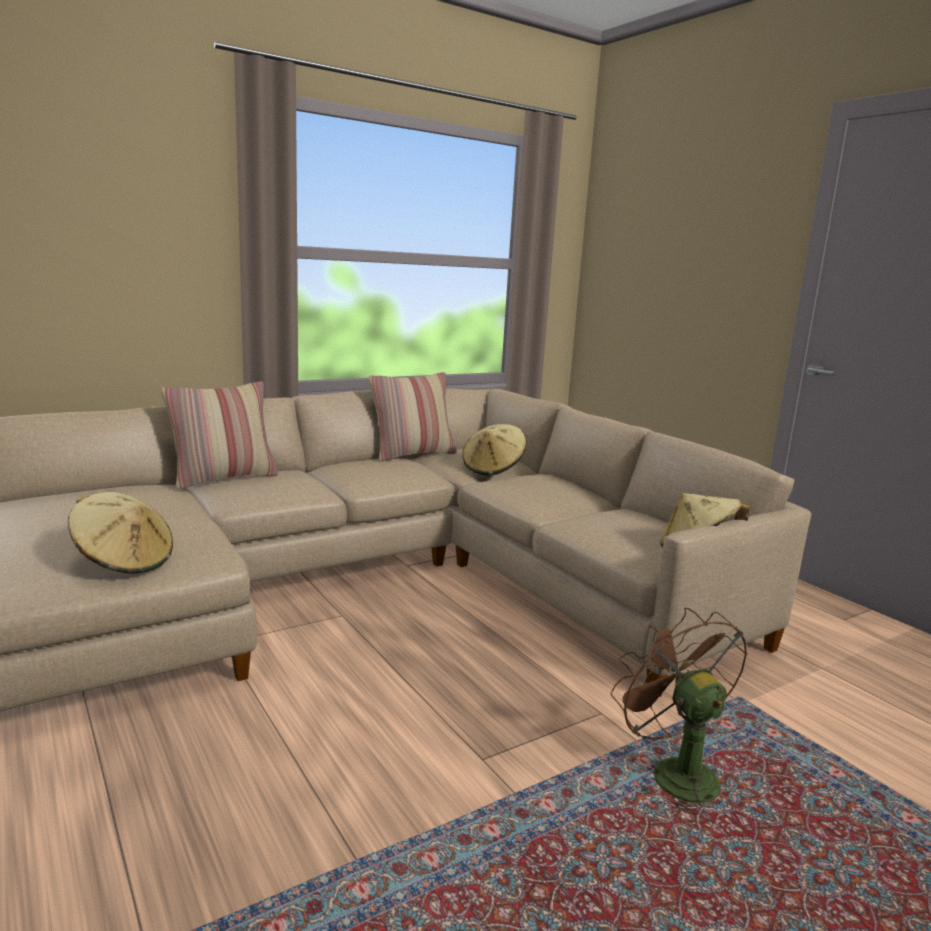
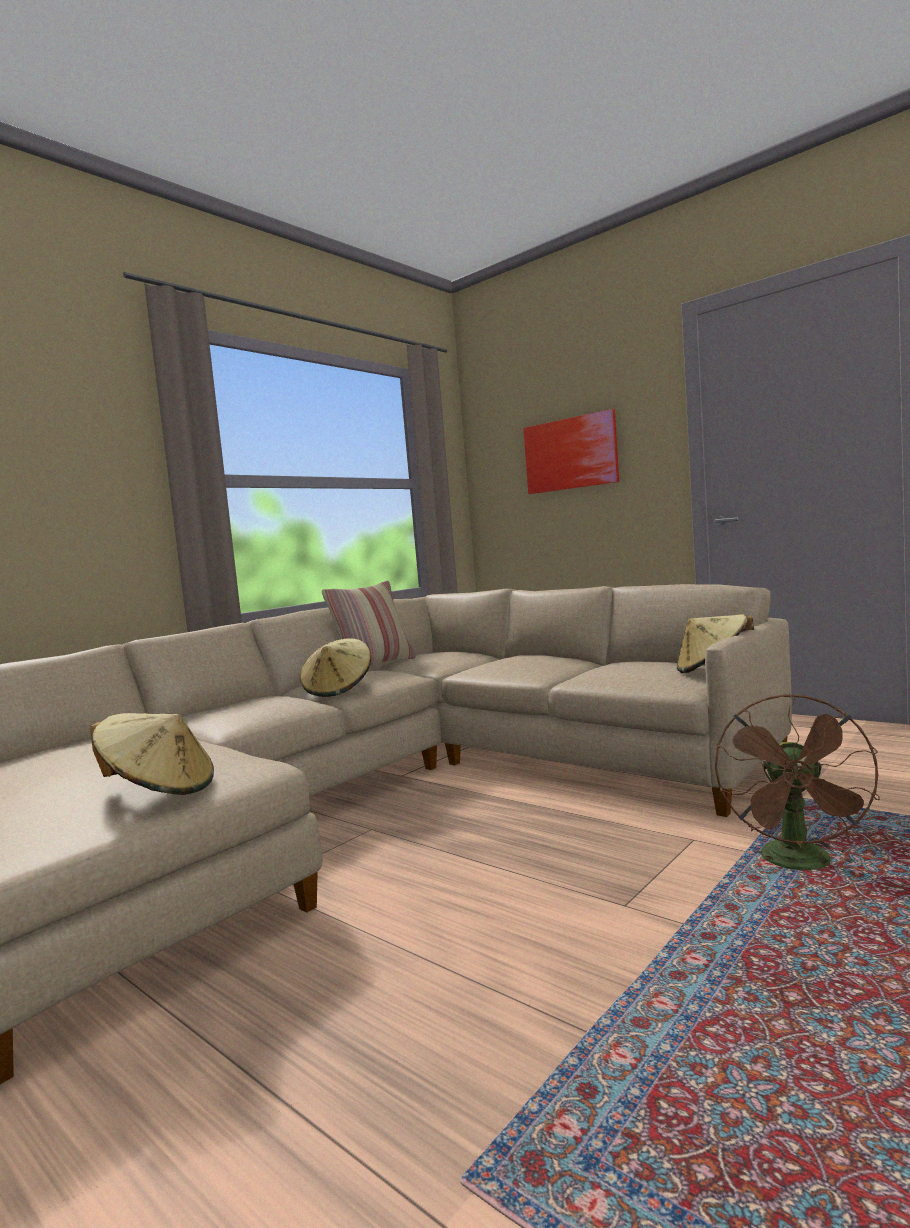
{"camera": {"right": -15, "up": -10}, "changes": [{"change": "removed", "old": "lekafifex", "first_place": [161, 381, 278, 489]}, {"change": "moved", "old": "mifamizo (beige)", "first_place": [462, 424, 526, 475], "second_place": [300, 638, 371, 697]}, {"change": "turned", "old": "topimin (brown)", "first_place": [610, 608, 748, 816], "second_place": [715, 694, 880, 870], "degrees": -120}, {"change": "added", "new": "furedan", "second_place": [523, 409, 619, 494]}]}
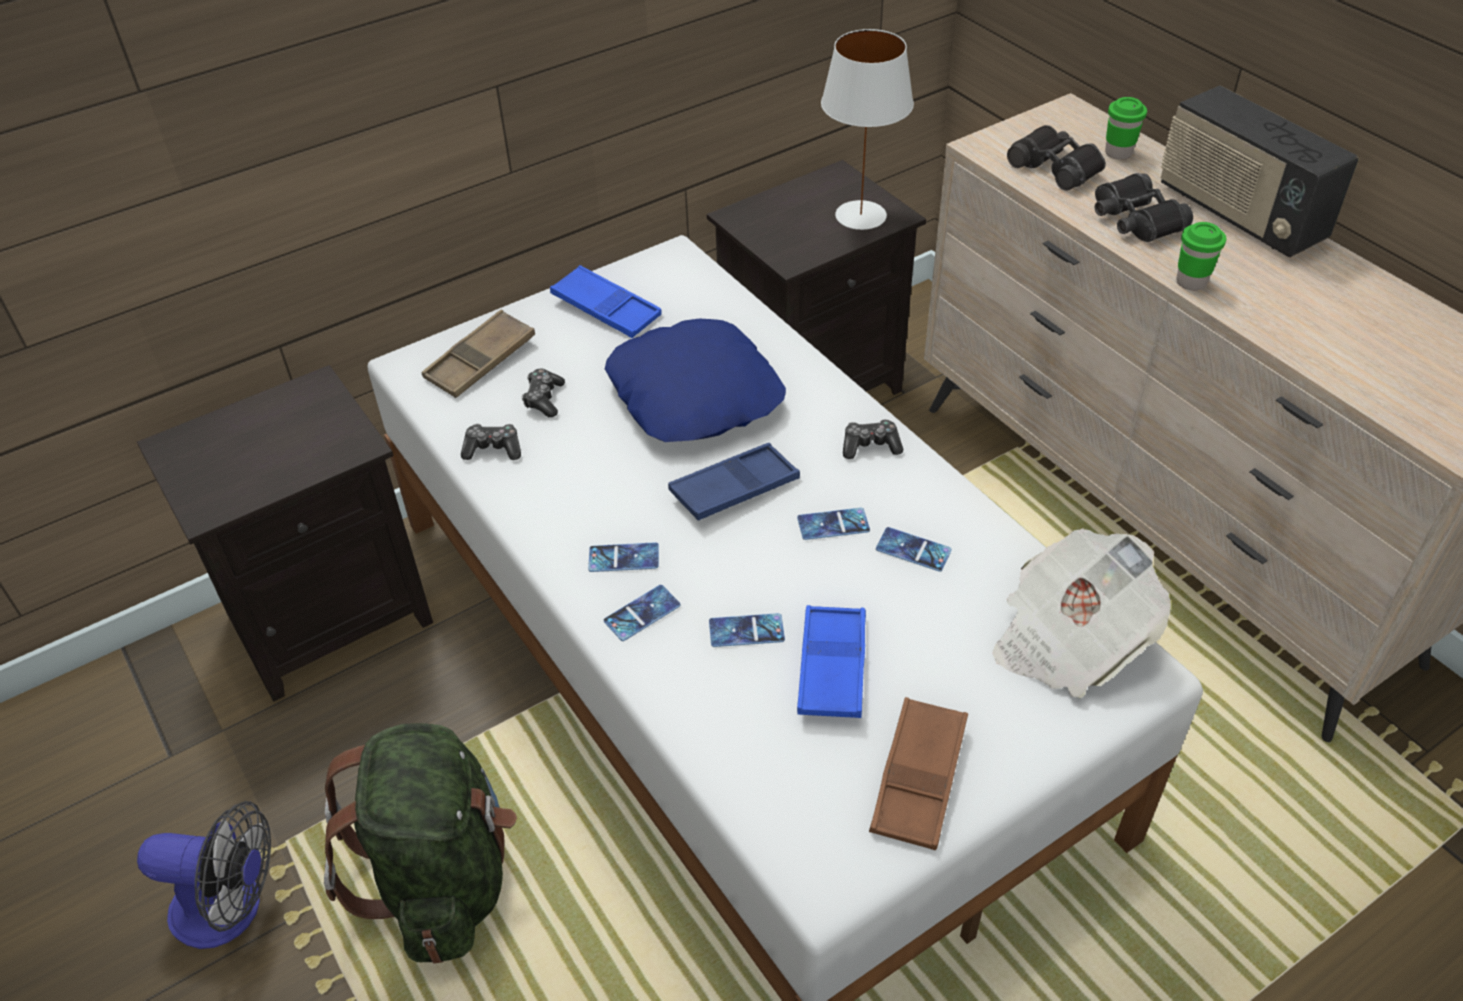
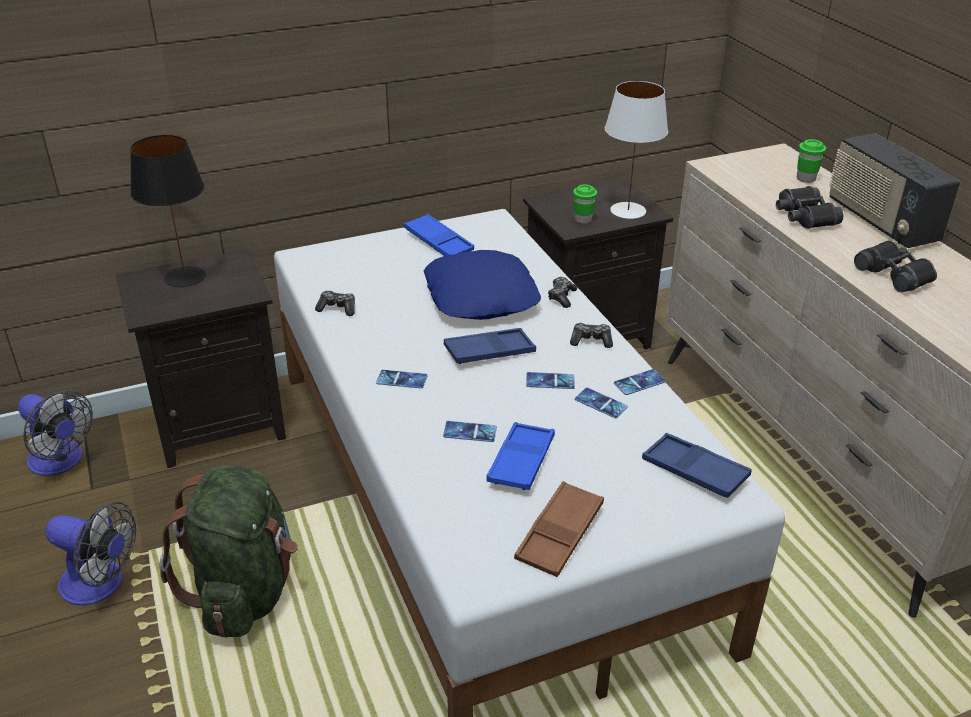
{"camera": {"right": 10, "up": -10}, "changes": [{"change": "removed", "old": "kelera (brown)", "first_place": [422, 310, 535, 398]}, {"change": "moved", "old": "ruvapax", "first_place": [522, 368, 565, 417], "second_place": [548, 277, 577, 308]}, {"change": "moved", "old": "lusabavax", "first_place": [604, 585, 680, 641], "second_place": [614, 369, 666, 395]}, {"change": "replaced", "old": "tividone", "new": "kelera (blue)", "first_place": [993, 528, 1171, 698], "second_place": [642, 433, 751, 498]}, {"change": "moved", "old": "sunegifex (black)", "first_place": [1007, 125, 1106, 191], "second_place": [854, 241, 937, 293]}, {"change": "moved", "old": "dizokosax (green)", "first_place": [1176, 222, 1226, 290], "second_place": [573, 185, 597, 224]}, {"change": "added", "new": "topimin", "second_place": [18, 390, 93, 476]}, {"change": "added", "new": "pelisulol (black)", "second_place": [130, 135, 206, 287]}]}
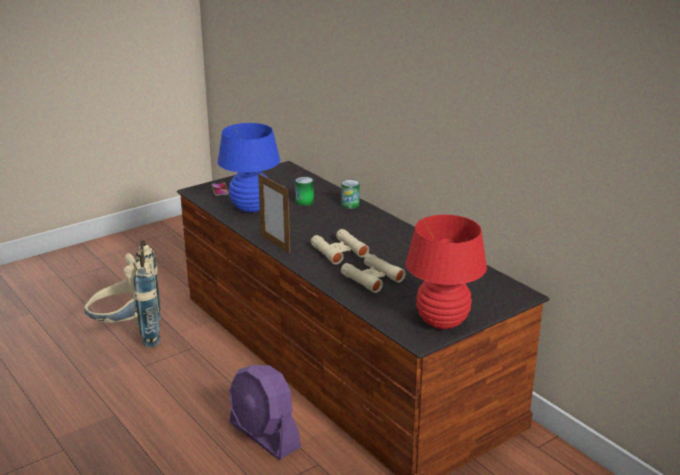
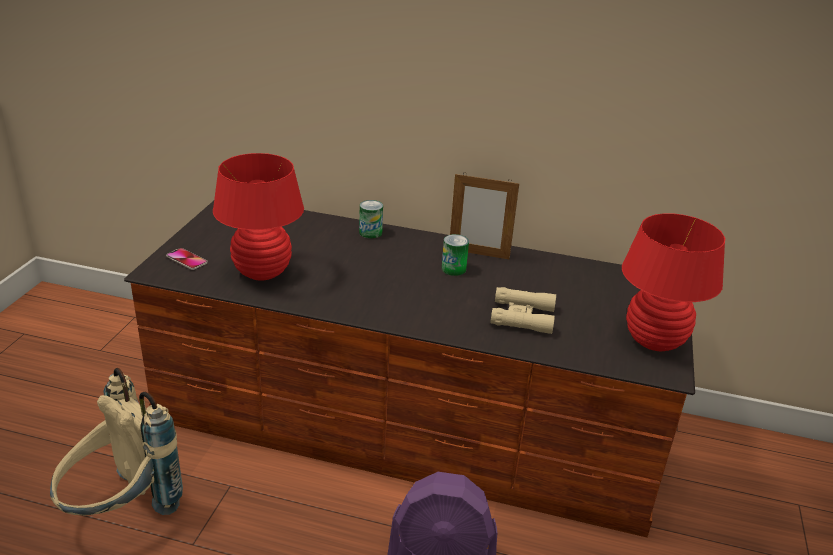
{"camera": {"right": -40, "up": 5}, "changes": [{"change": "recoloured", "old": "pelisulol (blue)", "new": "pelisulol (red)", "first_place": [217, 123, 280, 212], "second_place": [213, 153, 304, 281]}, {"change": "moved", "old": "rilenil", "first_place": [258, 173, 290, 254], "second_place": [450, 172, 519, 259]}, {"change": "moved", "old": "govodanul", "first_place": [295, 177, 314, 206], "second_place": [442, 234, 469, 276]}, {"change": "removed", "old": "sunegifex (beige)", "first_place": [311, 229, 369, 265]}]}
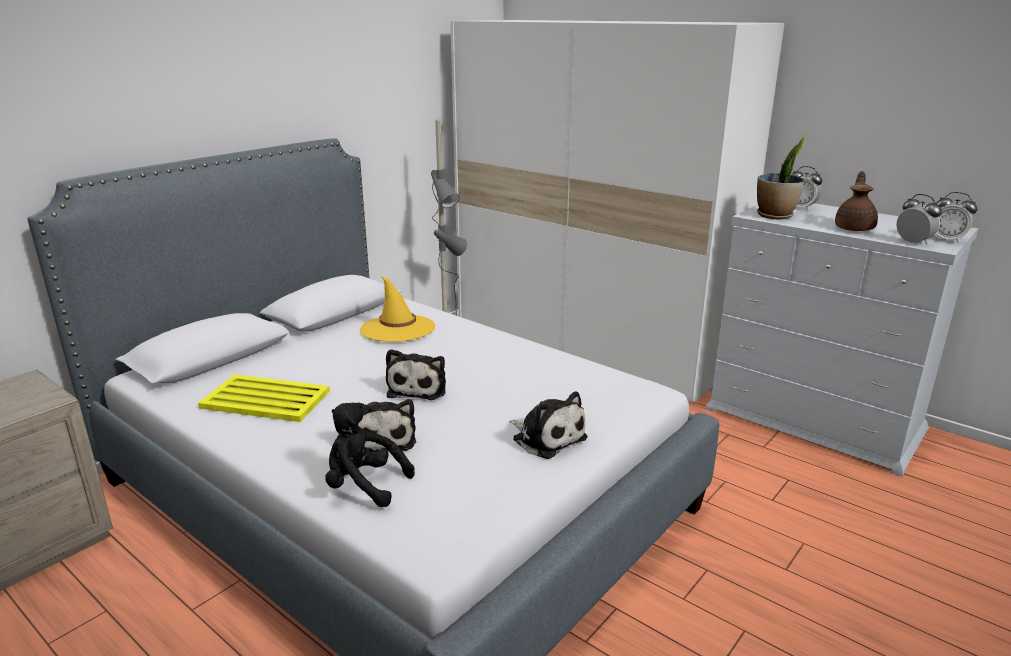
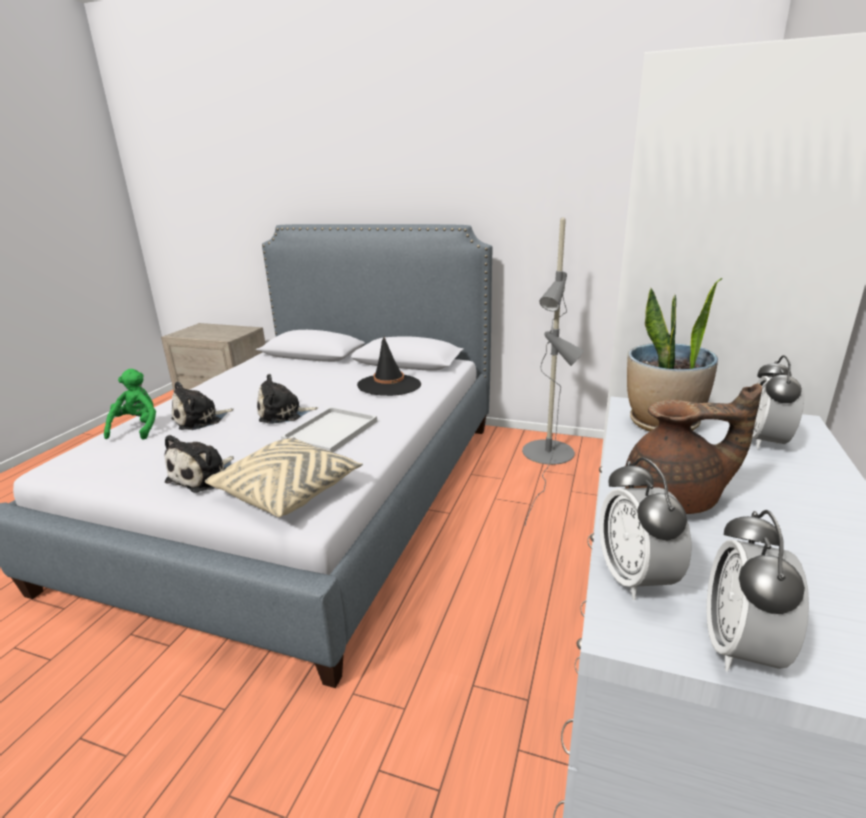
{"camera": {"right": 70, "up": 0}, "changes": [{"change": "removed", "old": "kelera (yellow)", "first_place": [198, 375, 330, 422]}, {"change": "recoloured", "old": "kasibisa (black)", "new": "kasibisa (green)", "first_place": [325, 403, 415, 507], "second_place": [104, 369, 156, 440]}, {"change": "recoloured", "old": "mifamizo (yellow)", "new": "mifamizo (black)", "first_place": [360, 275, 435, 342], "second_place": [357, 336, 421, 396]}, {"change": "turned", "old": "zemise", "first_place": [897, 194, 942, 245], "second_place": [599, 457, 691, 600], "degrees": 135}, {"change": "added", "new": "lekafifex (beige)", "second_place": [205, 437, 363, 517]}, {"change": "added", "new": "kelera (white)", "second_place": [281, 407, 377, 452]}]}
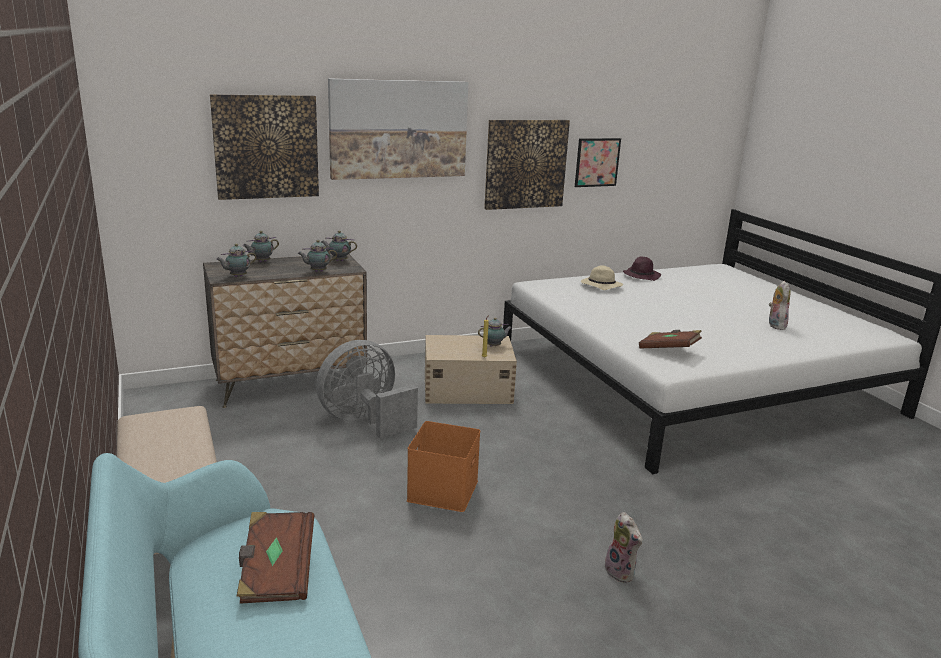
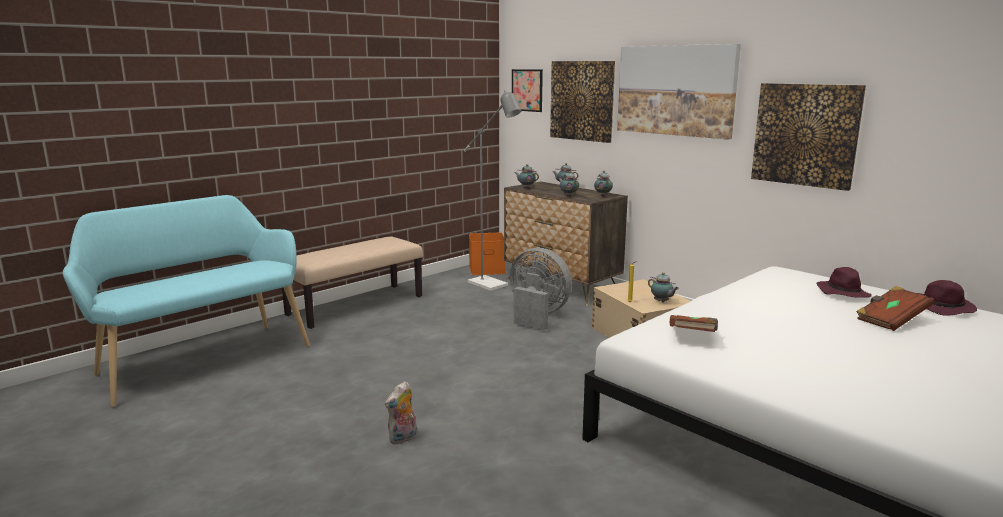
{"camera": {"right": 70, "up": -5}, "changes": [{"change": "moved", "old": "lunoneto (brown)", "first_place": [236, 512, 314, 604], "second_place": [856, 286, 934, 331]}, {"change": "moved", "old": "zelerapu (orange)", "first_place": [407, 421, 480, 512], "second_place": [469, 233, 506, 275]}, {"change": "moved", "old": "furedan", "first_place": [575, 138, 621, 187], "second_place": [512, 69, 543, 112]}, {"change": "recoloured", "old": "mifamizo (beige)", "new": "mifamizo (purple)", "first_place": [581, 265, 623, 290], "second_place": [817, 267, 872, 298]}, {"change": "removed", "old": "kasibisa", "first_place": [769, 281, 790, 330]}, {"change": "added", "new": "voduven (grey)", "second_place": [464, 90, 522, 291]}]}
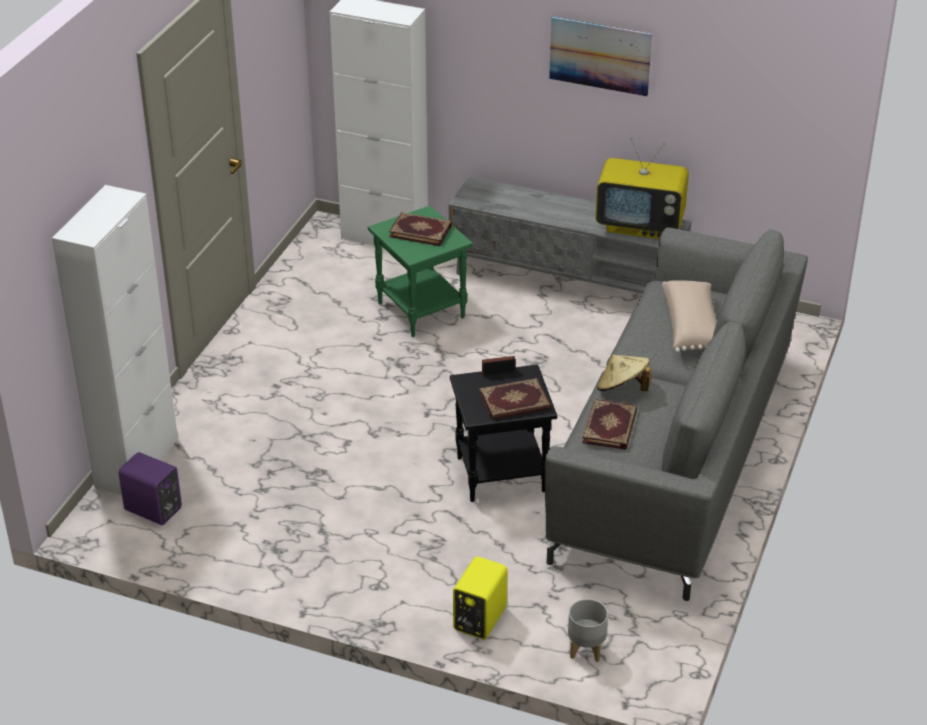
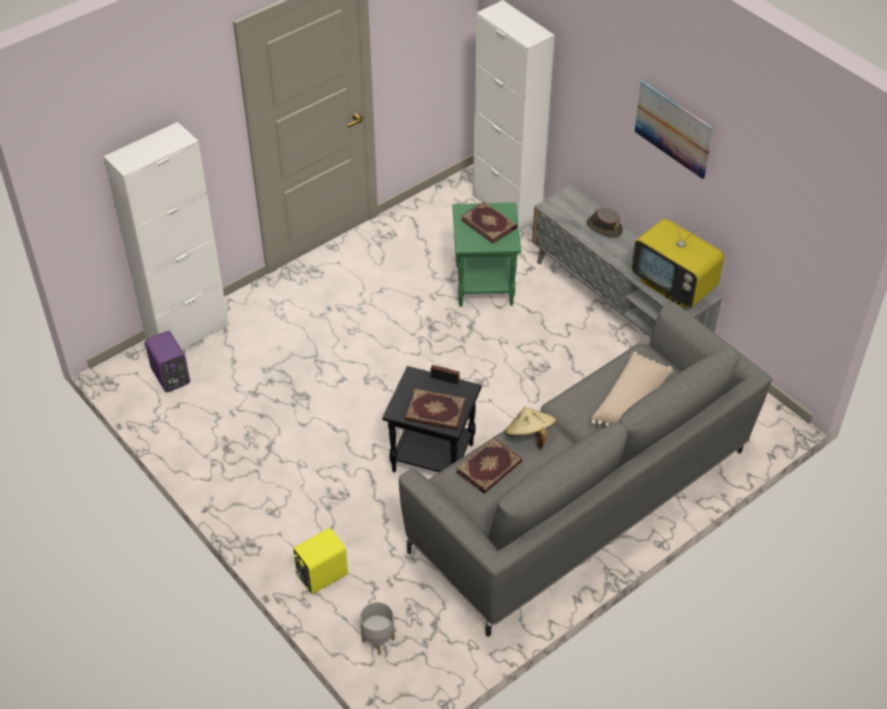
{"camera": {"right": 30, "up": 10}, "changes": [{"change": "added", "new": "mifamizo (brown)", "second_place": [586, 207, 623, 238]}]}
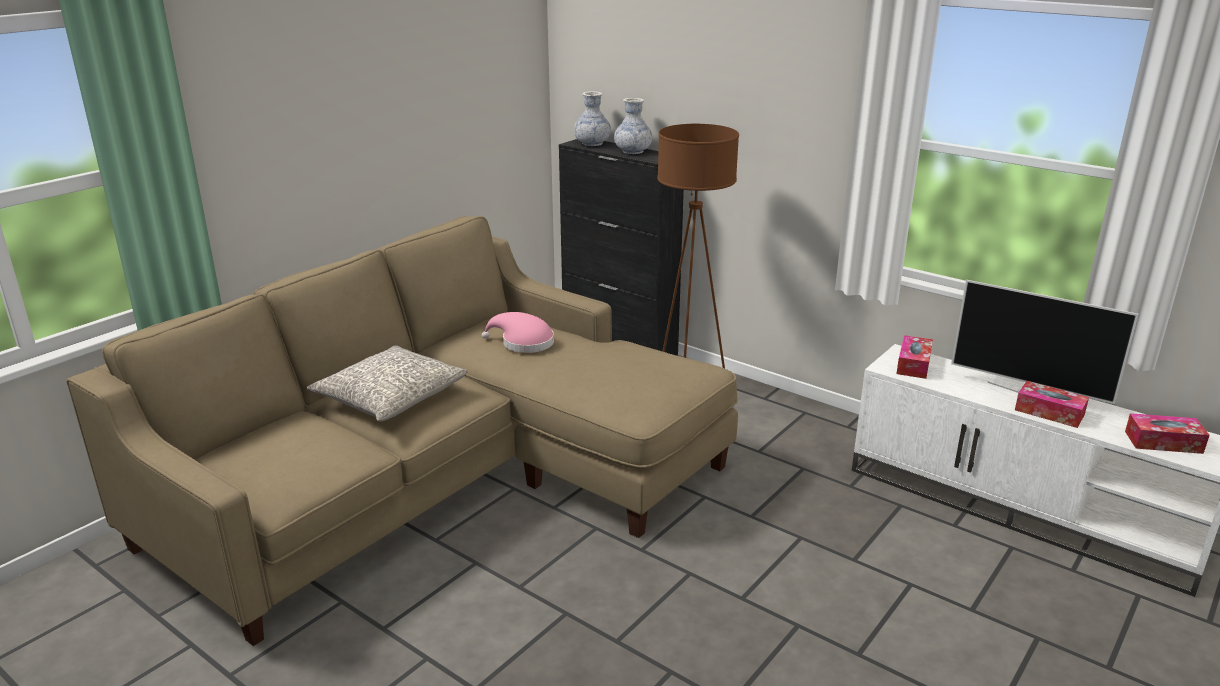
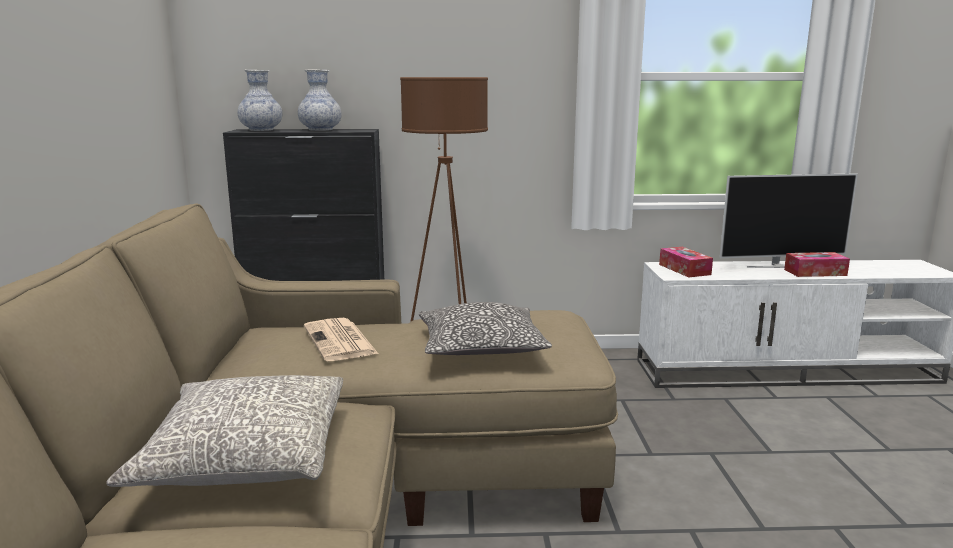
{"camera": {"right": -40, "up": -10}, "changes": [{"change": "replaced", "old": "mifamizo (pink)", "new": "tividone", "first_place": [482, 312, 554, 353], "second_place": [304, 318, 378, 361]}, {"change": "removed", "old": "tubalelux", "first_place": [1125, 413, 1209, 454]}, {"change": "added", "new": "lekafifex", "second_place": [419, 302, 552, 355]}]}
